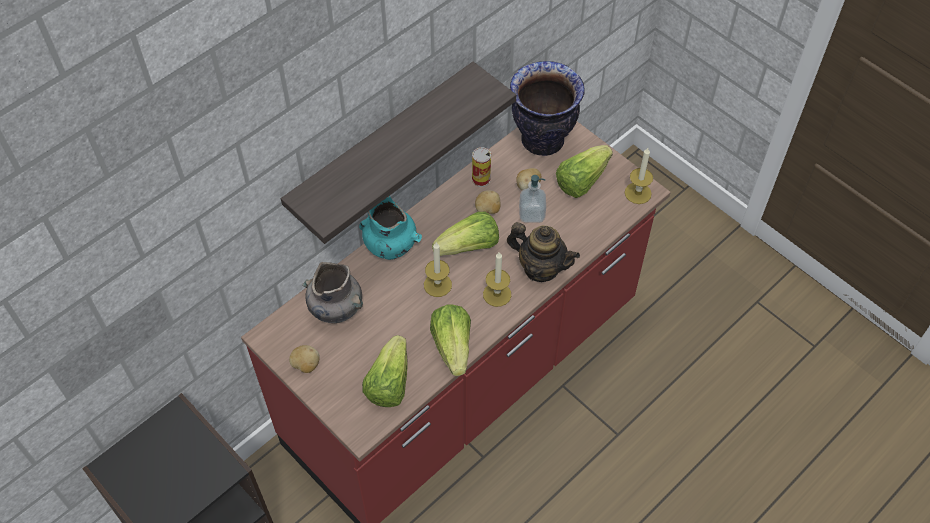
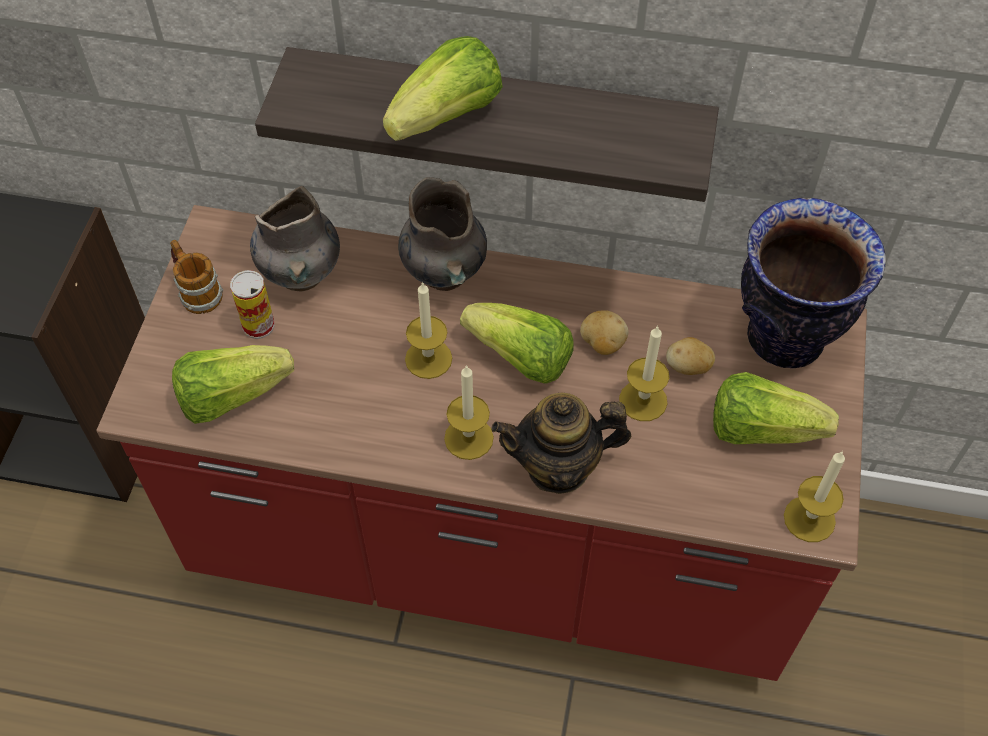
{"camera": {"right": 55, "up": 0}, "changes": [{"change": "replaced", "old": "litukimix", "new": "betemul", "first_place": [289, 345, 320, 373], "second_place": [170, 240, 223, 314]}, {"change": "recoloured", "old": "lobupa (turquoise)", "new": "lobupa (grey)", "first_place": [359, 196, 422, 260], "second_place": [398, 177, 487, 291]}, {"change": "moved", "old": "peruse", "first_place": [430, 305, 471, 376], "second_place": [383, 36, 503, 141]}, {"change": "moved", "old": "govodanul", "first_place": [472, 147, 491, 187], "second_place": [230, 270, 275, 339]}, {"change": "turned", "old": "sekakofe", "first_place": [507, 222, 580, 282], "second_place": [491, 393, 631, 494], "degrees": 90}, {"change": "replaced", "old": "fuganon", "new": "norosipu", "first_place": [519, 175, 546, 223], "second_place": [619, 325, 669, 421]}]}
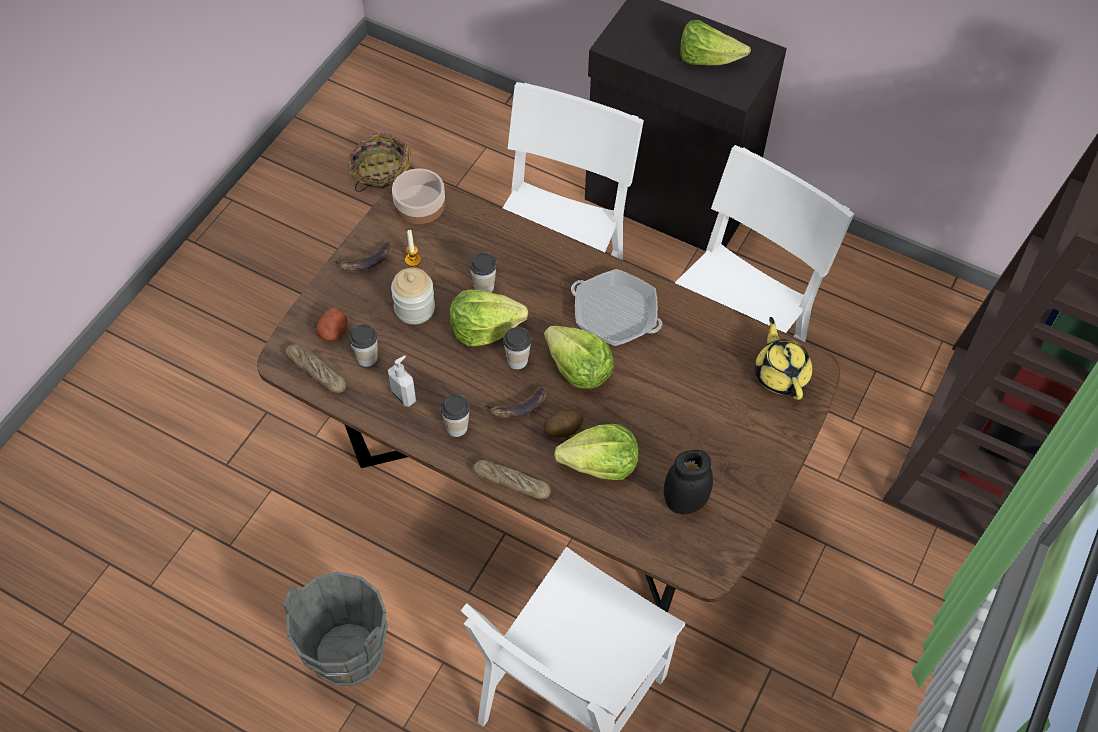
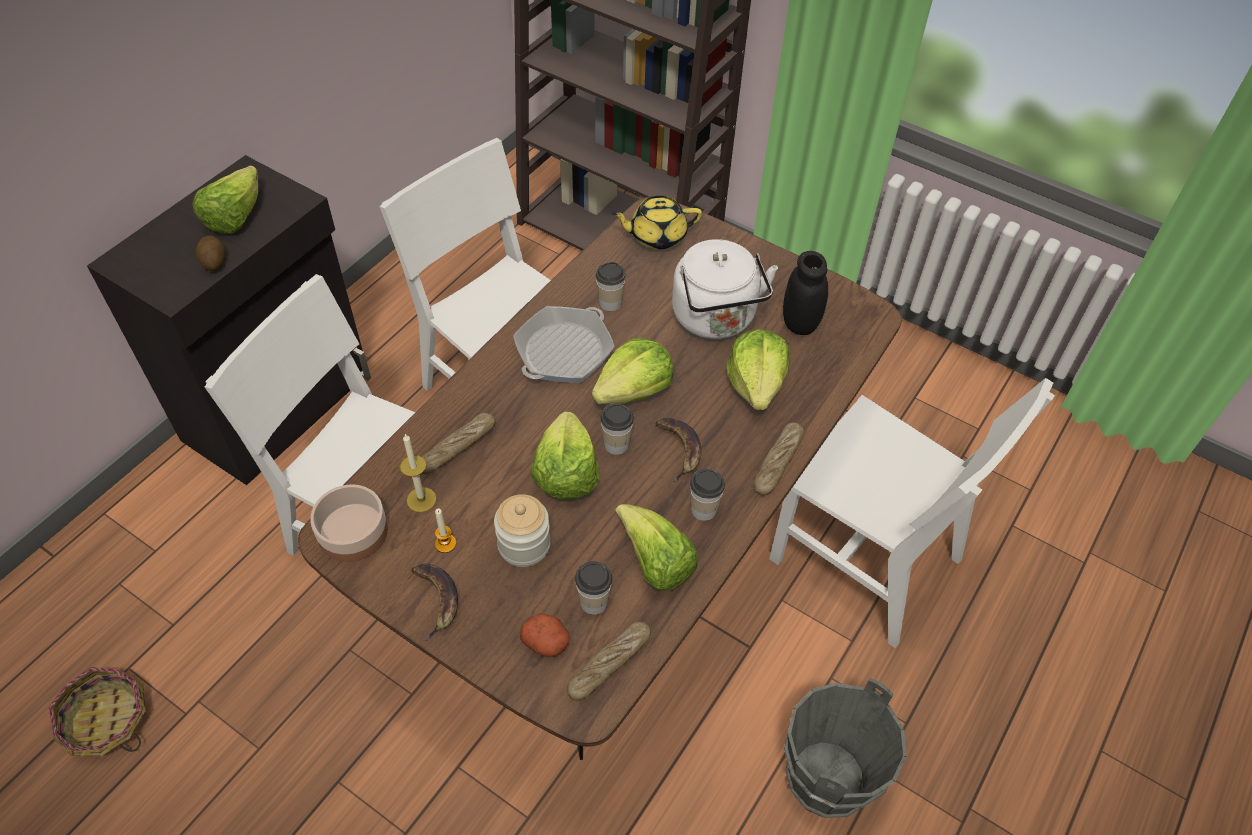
{"camera": {"right": -85, "up": -5}, "changes": [{"change": "replaced", "old": "fuganon", "new": "peruse", "first_place": [388, 356, 416, 407], "second_place": [615, 504, 698, 591]}, {"change": "moved", "old": "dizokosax", "first_place": [470, 253, 497, 292], "second_place": [596, 262, 625, 311]}, {"change": "moved", "old": "litukimix", "first_place": [543, 410, 583, 438], "second_place": [196, 235, 226, 271]}, {"change": "added", "new": "norosipu", "second_place": [400, 433, 437, 512]}, {"change": "added", "new": "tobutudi", "second_place": [422, 413, 495, 474]}, {"change": "added", "new": "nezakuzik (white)", "second_place": [672, 239, 778, 339]}]}
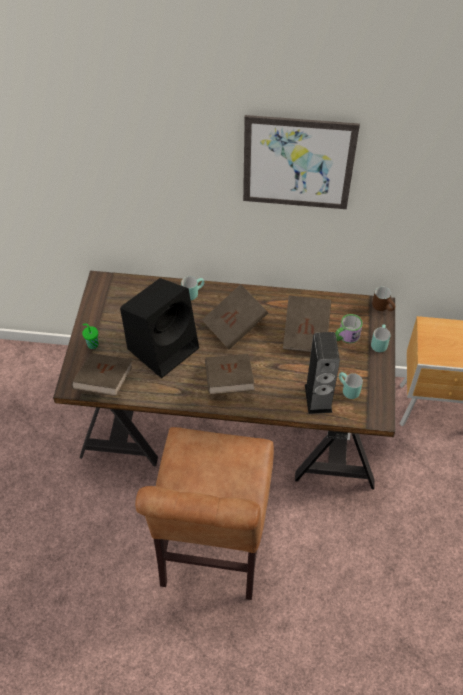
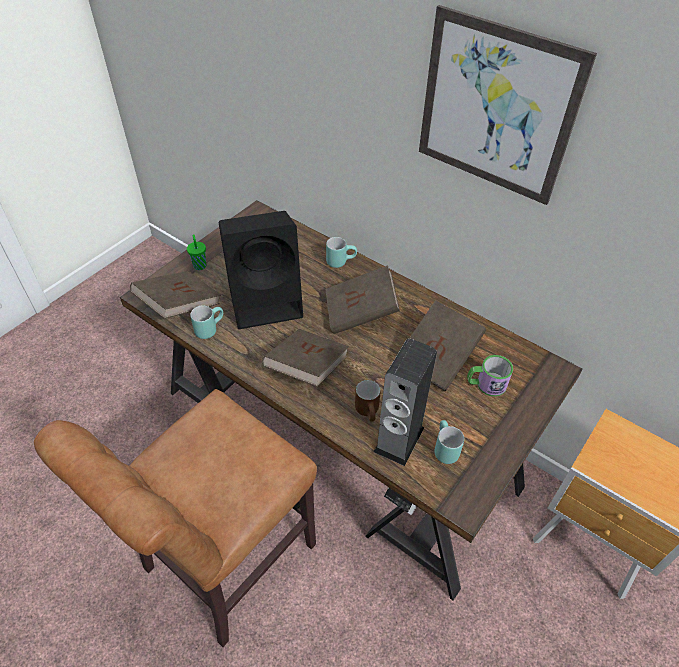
{"camera": {"right": 30, "up": -5}, "changes": [{"change": "moved", "old": "betemul (turquoise)", "first_place": [371, 324, 390, 352], "second_place": [190, 305, 223, 339]}, {"change": "moved", "old": "betemul (brown)", "first_place": [372, 287, 395, 311], "second_place": [355, 380, 380, 422]}]}
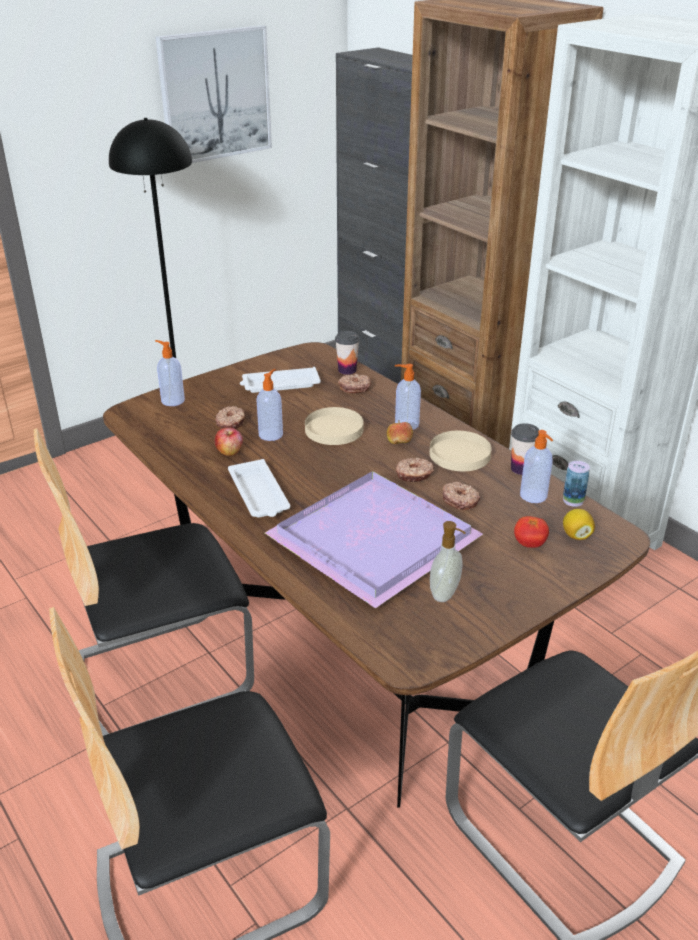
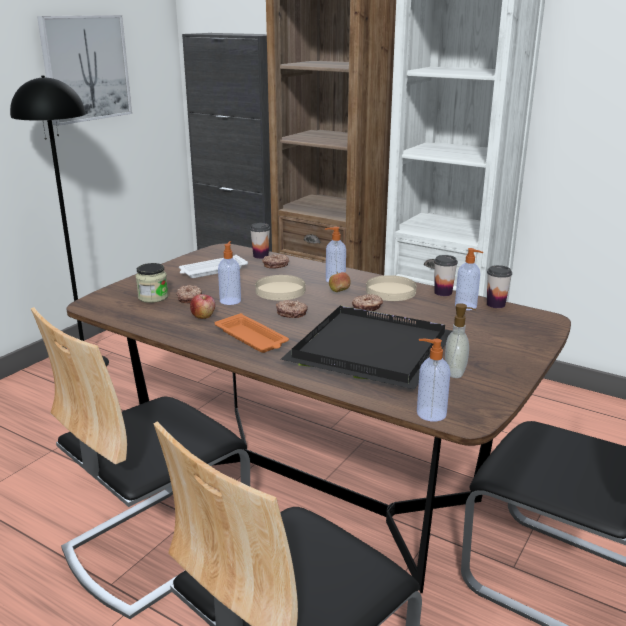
{"camera": {"right": -20, "up": -10}, "changes": [{"change": "moved", "old": "fuganon", "first_place": [155, 340, 185, 406], "second_place": [417, 339, 450, 421]}, {"change": "recoloured", "old": "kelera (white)", "new": "kelera (orange)", "first_place": [228, 459, 290, 518], "second_place": [215, 313, 289, 353]}, {"change": "recoloured", "old": "kelera (purple)", "new": "kelera (black)", "first_place": [265, 471, 483, 608], "second_place": [281, 305, 453, 390]}, {"change": "moved", "old": "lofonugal", "first_place": [443, 482, 480, 510], "second_place": [276, 300, 308, 318]}, {"change": "removed", "old": "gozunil", "first_place": [514, 516, 549, 548]}, {"change": "replaced", "old": "govodanul", "new": "dizokosax", "first_place": [563, 461, 590, 507], "second_place": [487, 265, 512, 308]}, {"change": "removed", "old": "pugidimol", "first_place": [563, 509, 595, 540]}, {"change": "added", "new": "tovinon", "second_place": [136, 263, 168, 303]}]}
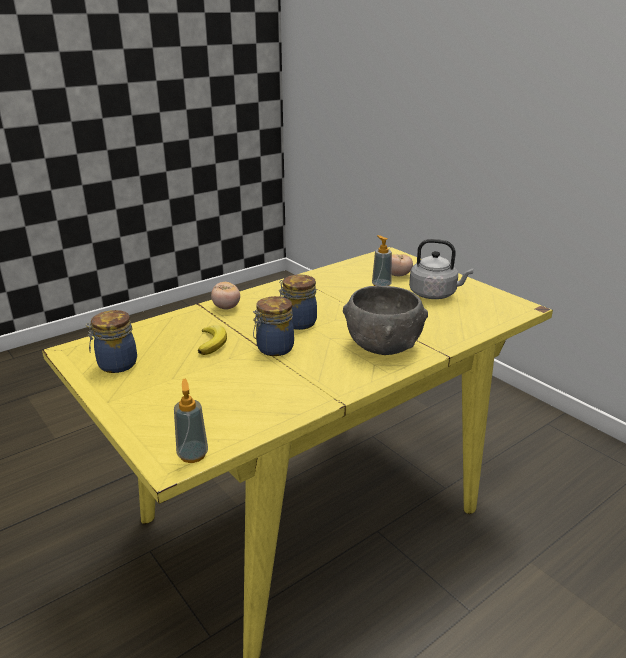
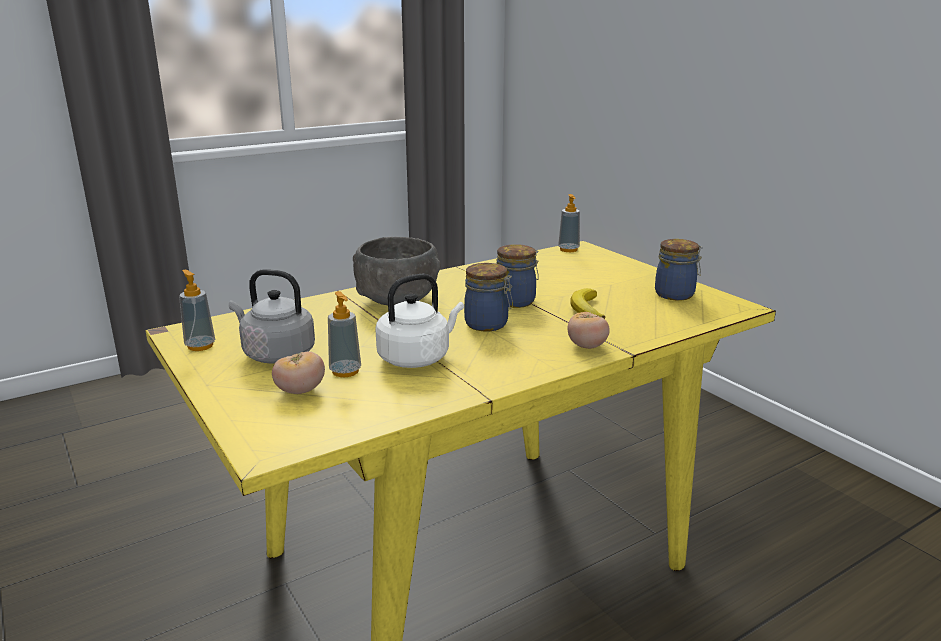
{"camera": {"right": -175, "up": -5}, "changes": [{"change": "added", "new": "fuganon", "second_place": [179, 270, 215, 351]}, {"change": "added", "new": "nezakuzik (white)", "second_place": [375, 273, 464, 368]}]}
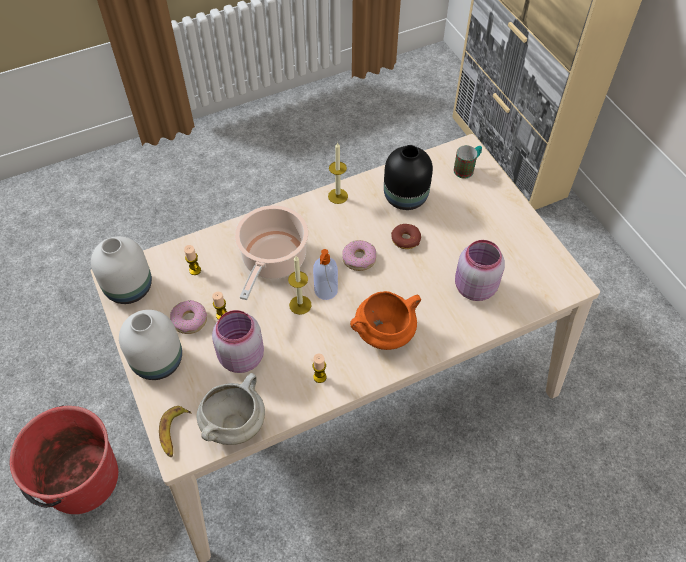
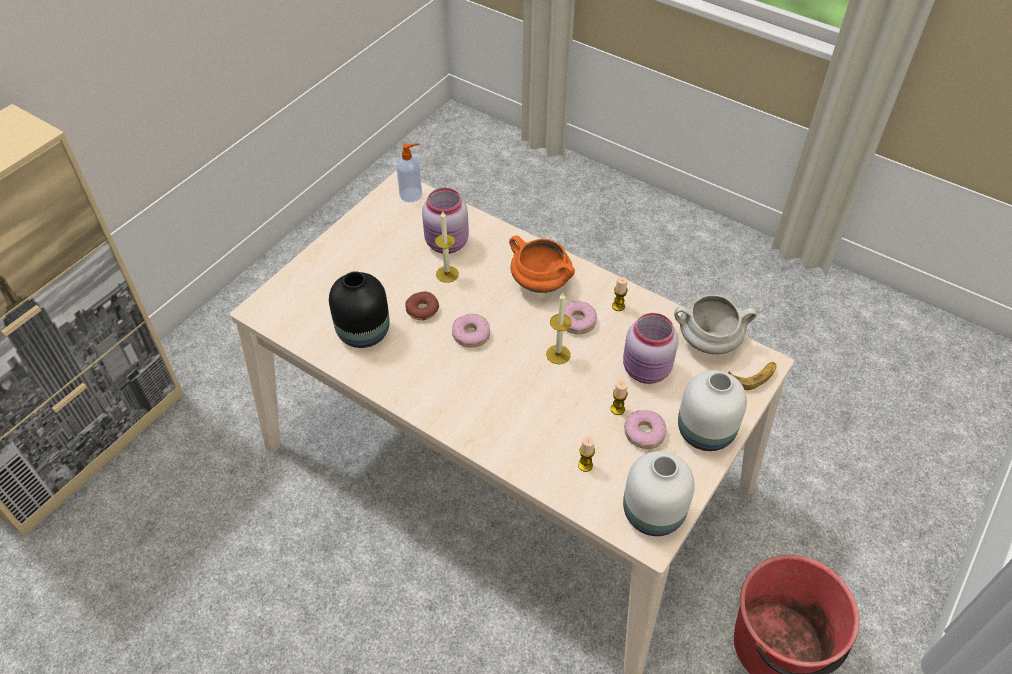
{"camera": {"right": -120, "up": -5}, "changes": [{"change": "removed", "old": "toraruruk", "first_place": [235, 205, 308, 300]}, {"change": "moved", "old": "fuganon", "first_place": [313, 249, 338, 300], "second_place": [396, 143, 422, 202]}, {"change": "moved", "old": "norosipu", "first_place": [328, 142, 348, 204], "second_place": [435, 211, 459, 283]}, {"change": "removed", "old": "betemul", "first_place": [454, 145, 482, 179]}, {"change": "added", "new": "lofonugal", "second_place": [564, 301, 597, 334]}]}
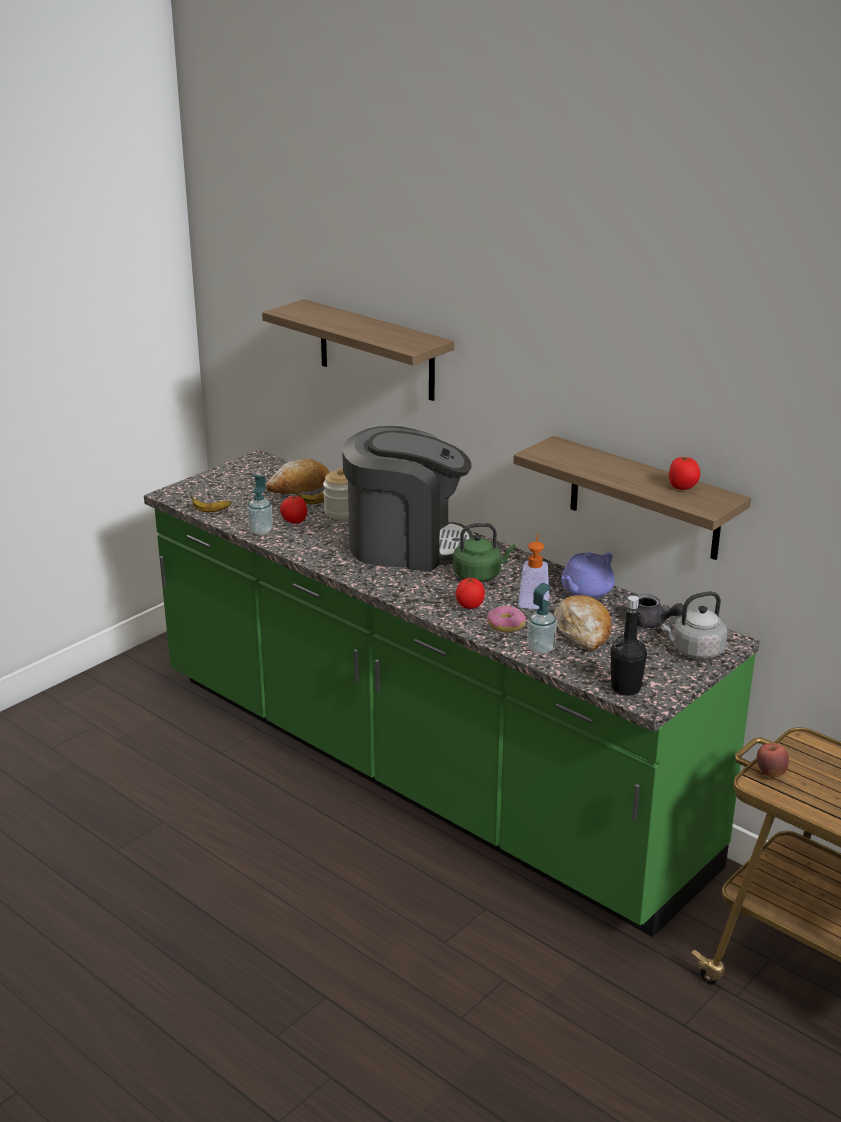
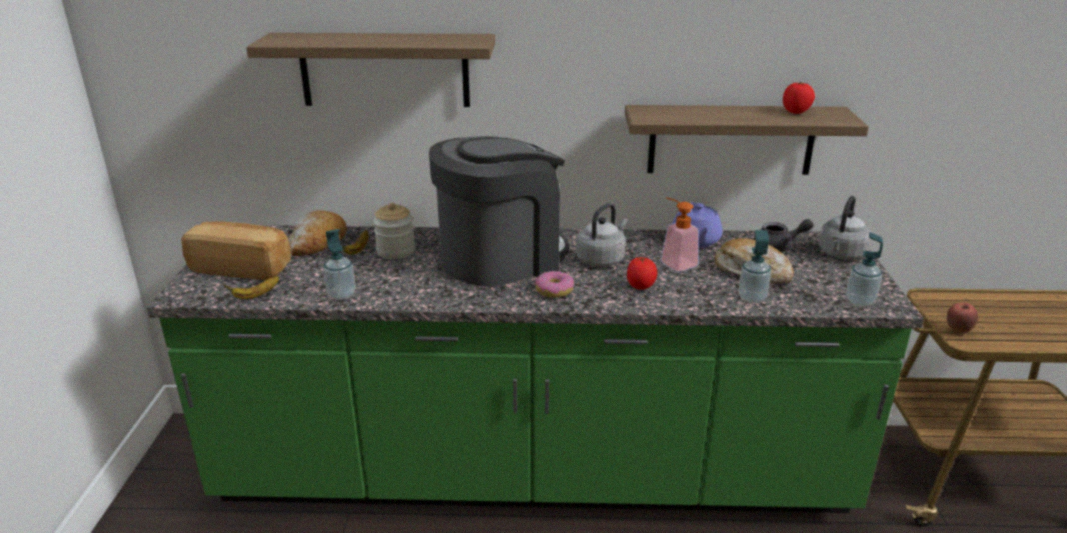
{"camera": {"right": -40, "up": 0}, "changes": [{"change": "removed", "old": "gozunil", "first_place": [280, 496, 307, 524]}, {"change": "recoloured", "old": "nezakuzik (green)", "new": "nezakuzik (grey)", "first_place": [453, 523, 516, 582], "second_place": [576, 203, 627, 267]}, {"change": "moved", "old": "lofonugal", "first_place": [487, 606, 526, 632], "second_place": [535, 271, 574, 298]}, {"change": "replaced", "old": "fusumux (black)", "new": "fuganon", "first_place": [611, 596, 647, 696], "second_place": [846, 233, 883, 307]}, {"change": "added", "new": "tobutudi", "second_place": [181, 222, 291, 280]}]}
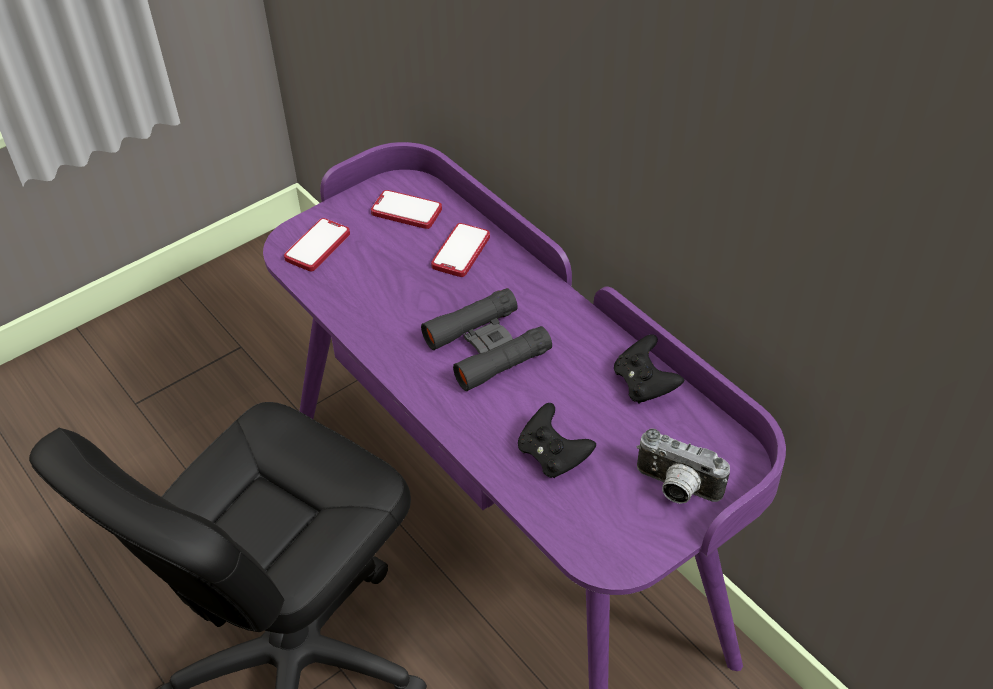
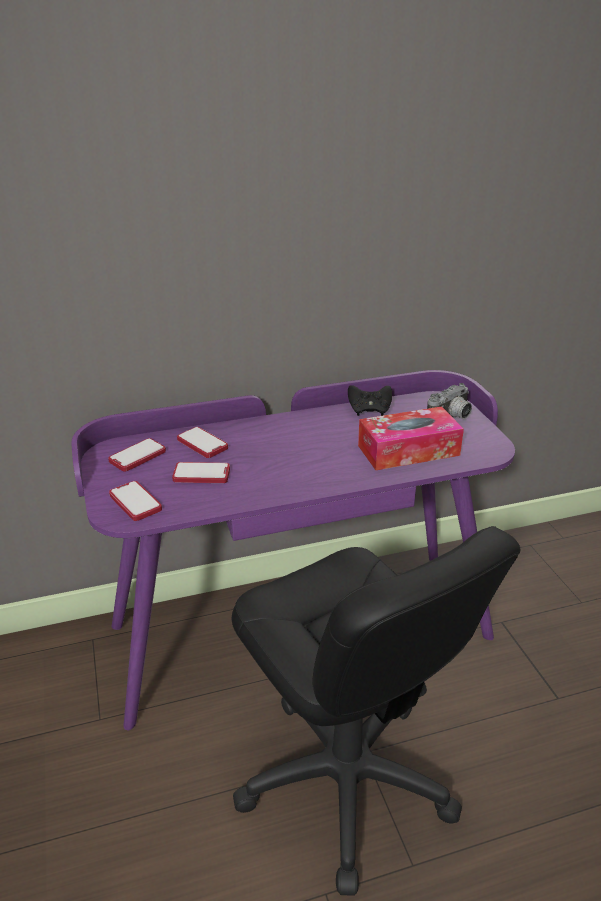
{"camera": {"right": -70, "up": -15}, "changes": [{"change": "removed", "old": "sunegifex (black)", "first_place": [421, 288, 552, 391]}, {"change": "replaced", "old": "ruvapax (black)", "new": "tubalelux", "first_place": [518, 403, 596, 478], "second_place": [358, 406, 464, 470]}, {"change": "added", "new": "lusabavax", "second_place": [172, 462, 230, 483]}]}
